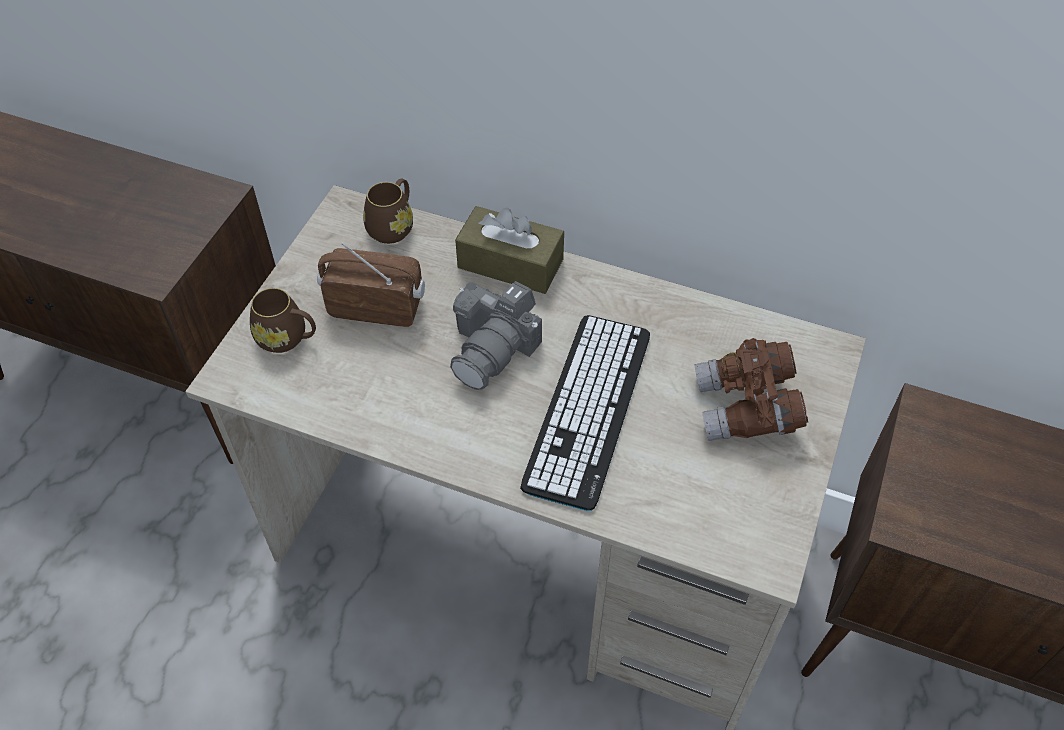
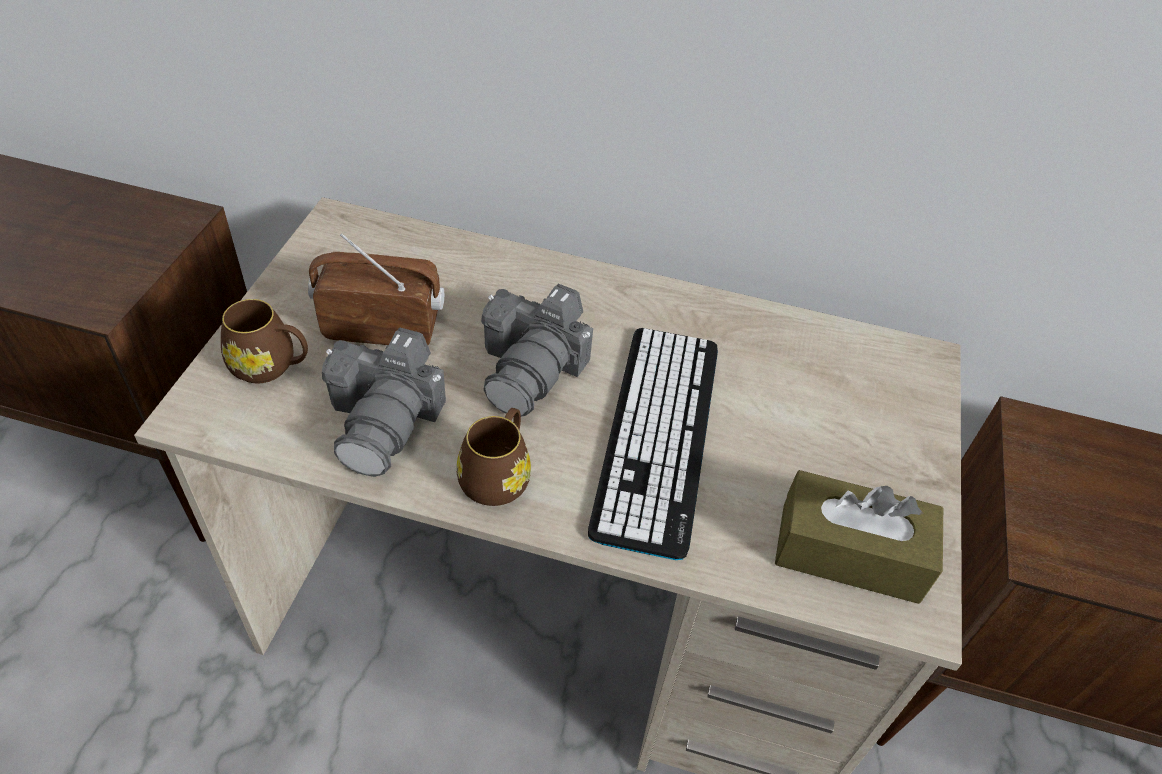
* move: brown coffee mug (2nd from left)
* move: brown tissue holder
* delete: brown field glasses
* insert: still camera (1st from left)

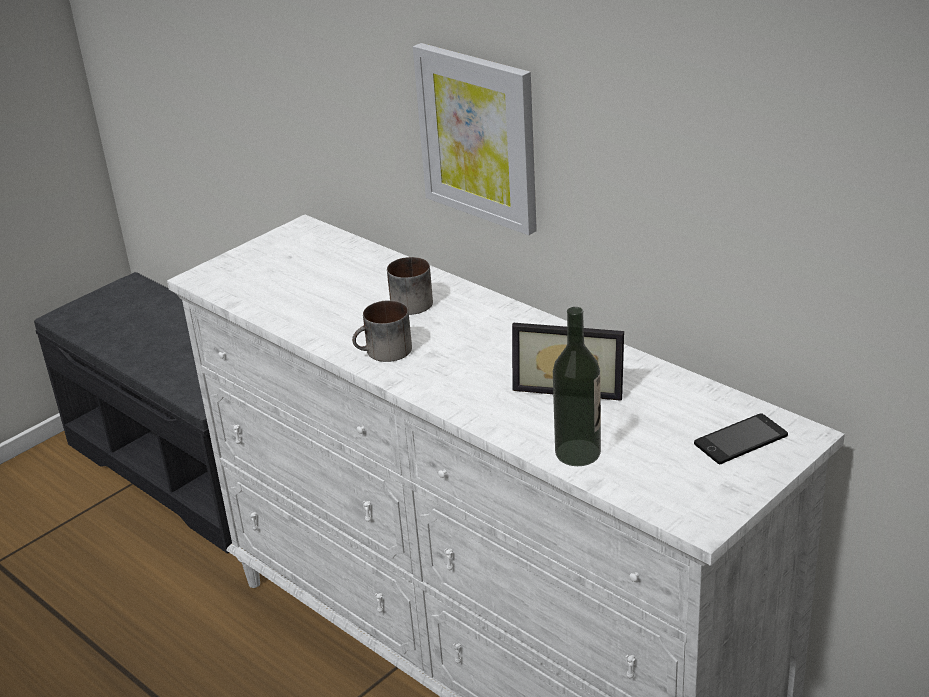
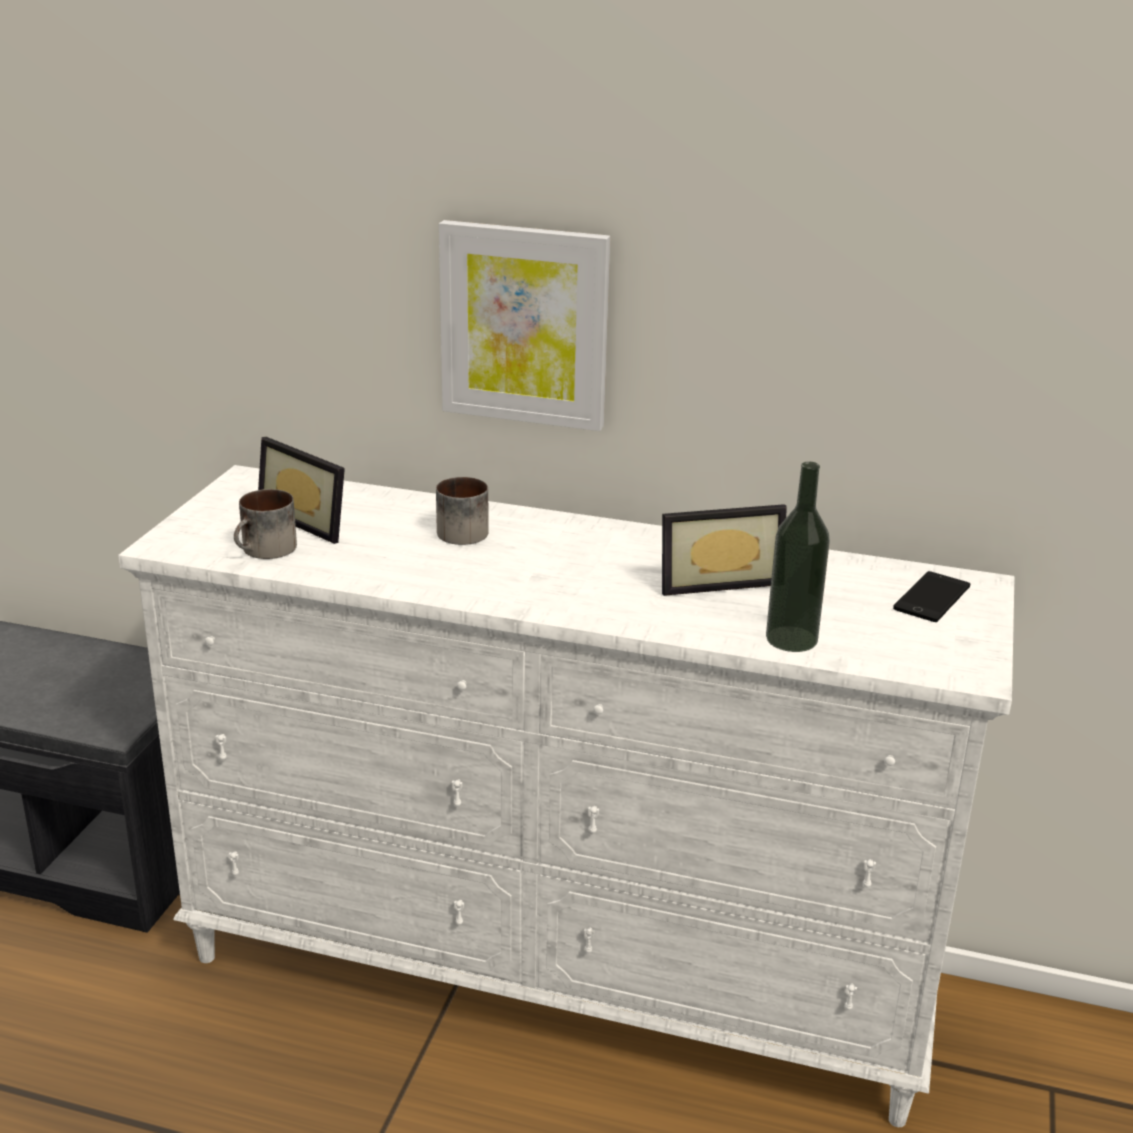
* move: coffee mug (1st from left)
* insert: standing frame (1st from left)

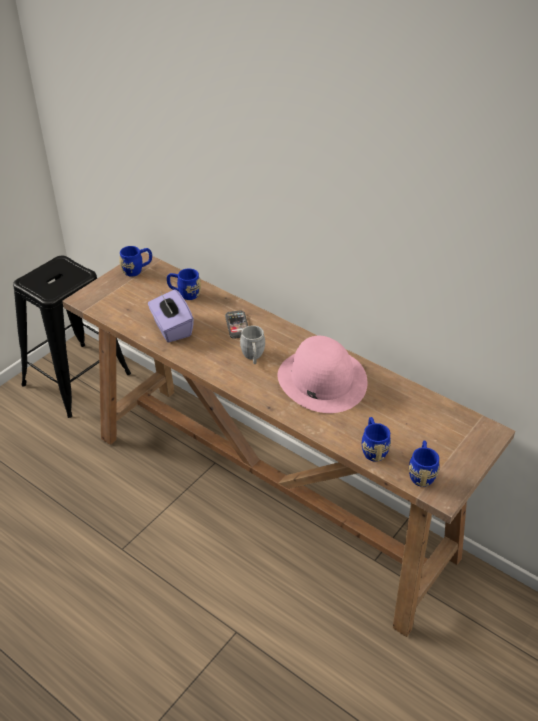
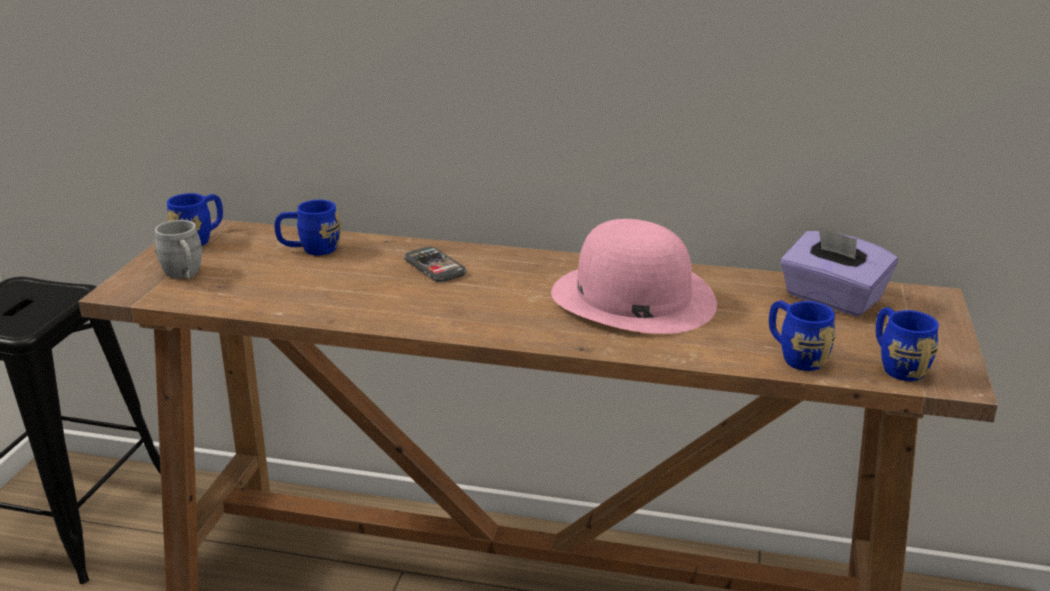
* move: purple tissue holder
* move: greyish coffee mug

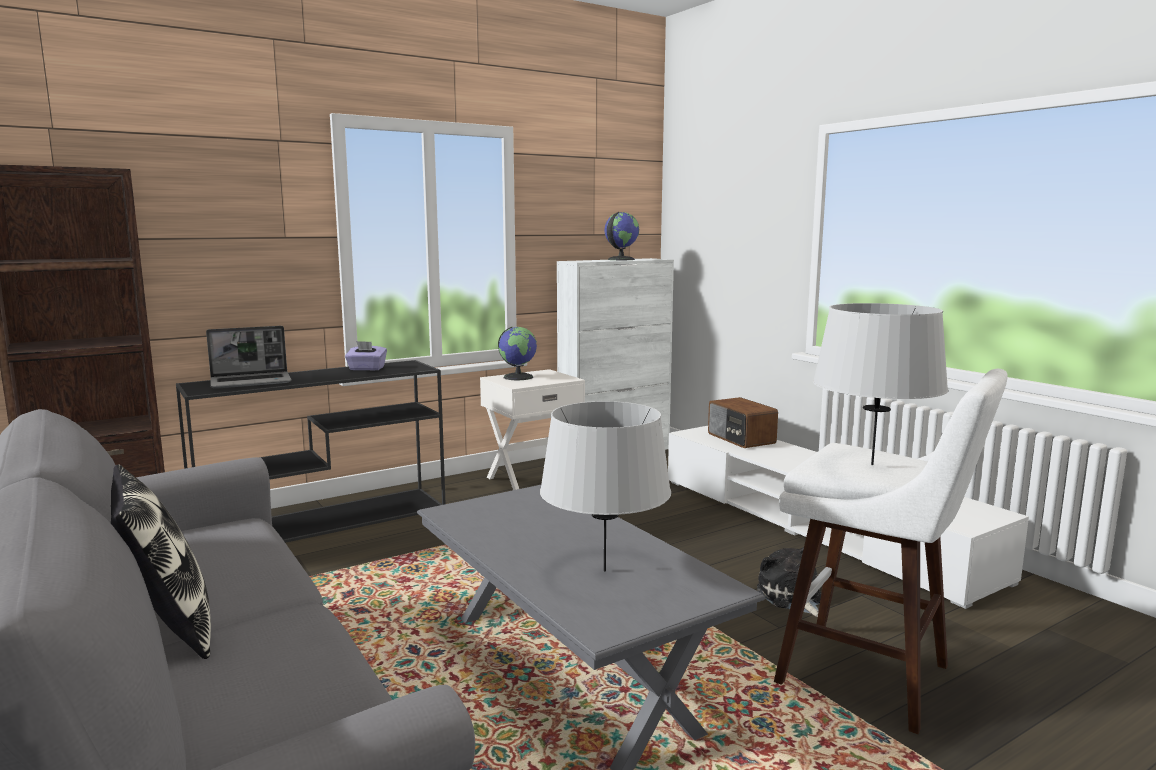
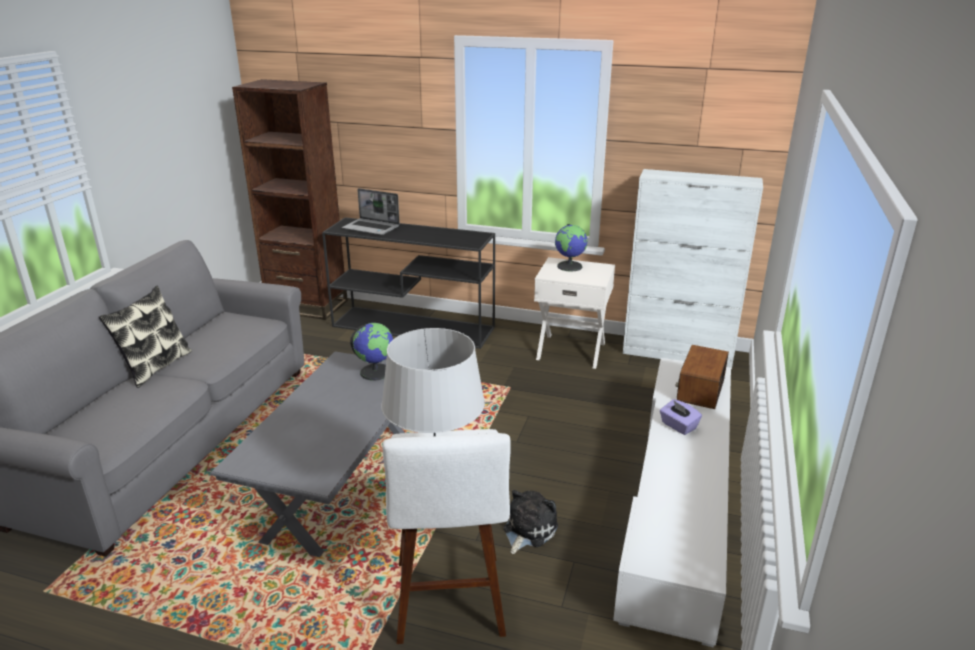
* move: purple tissue holder
* delete: greyish lamp for a table (1st from left)
* move: globe (2nd from left in the first image) to globe (1st from left)

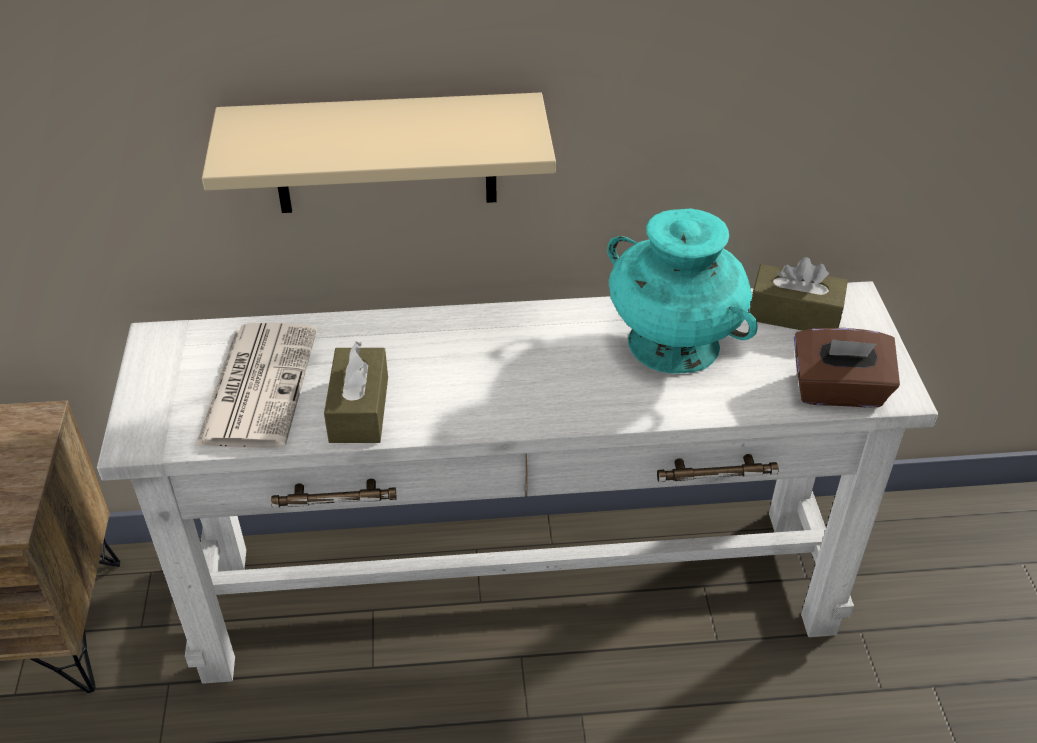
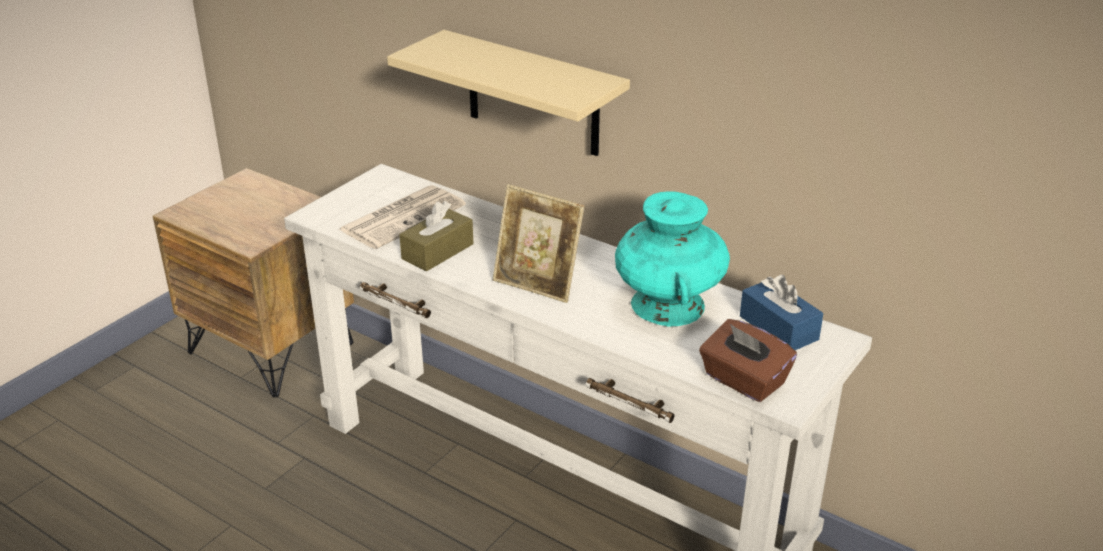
* recolor: brown tissue holder (2nd from left) to blue-coloured tissue holder
* insert: standing frame

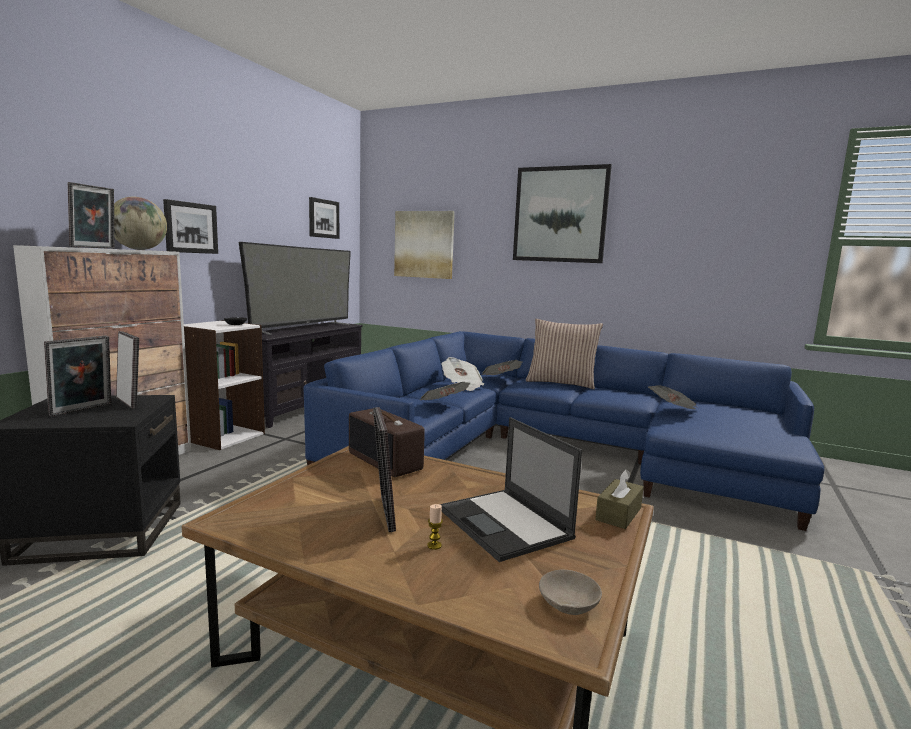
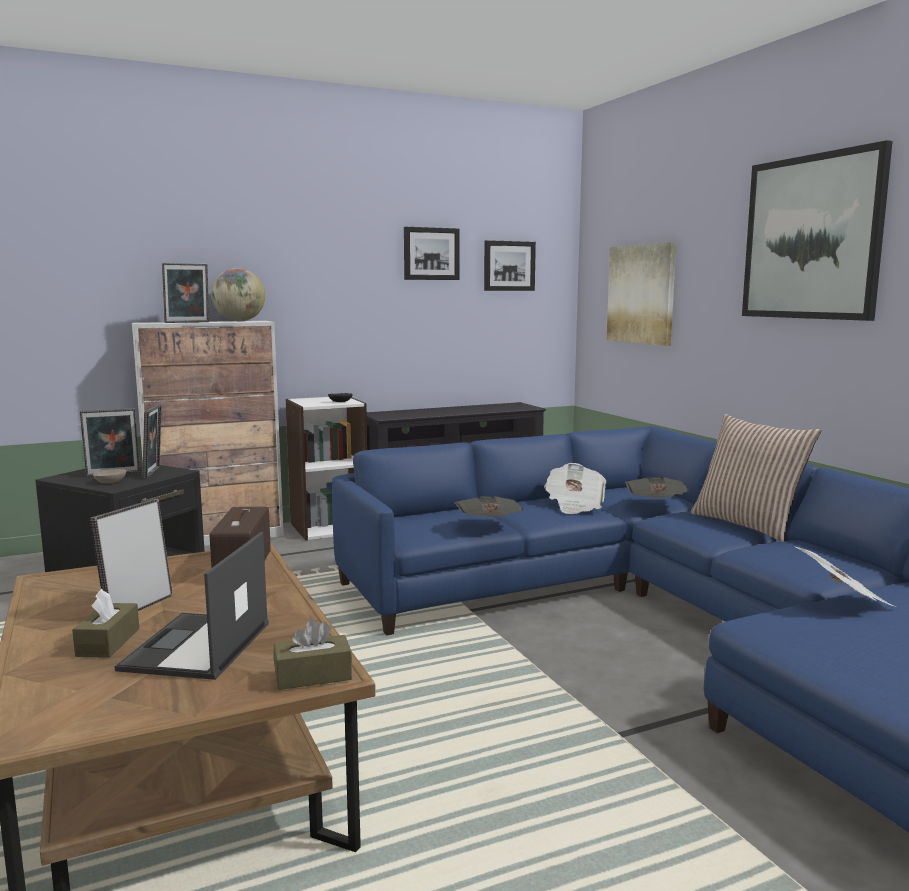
* move: wall picture (1st from left)
* delete: TV
* replace: wax light to brown tissue holder (1st from left)
* move: sand-coloured serving bowl

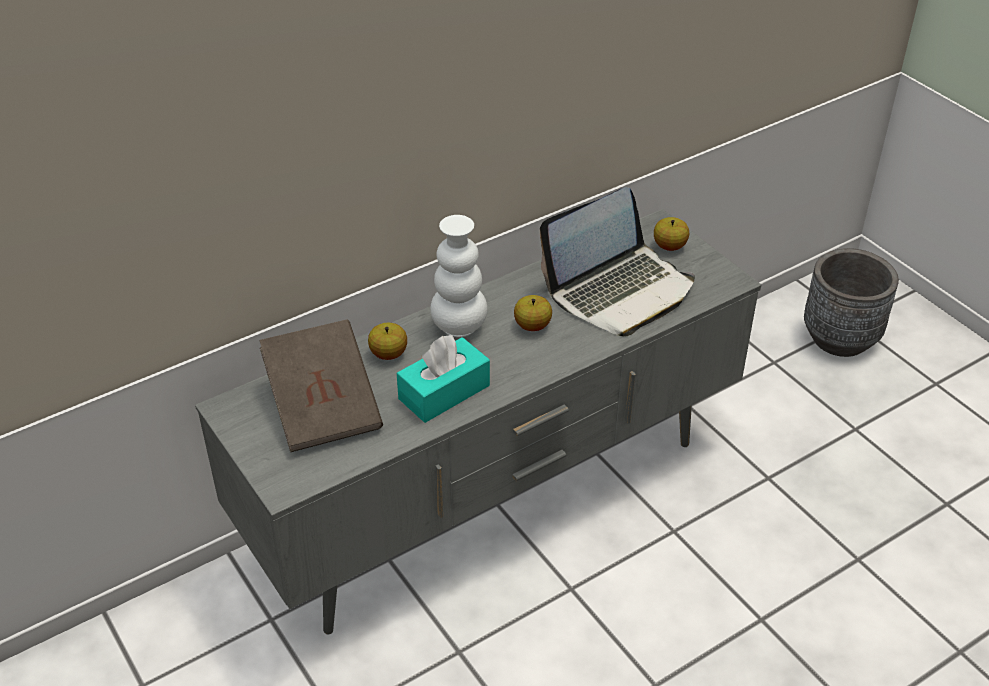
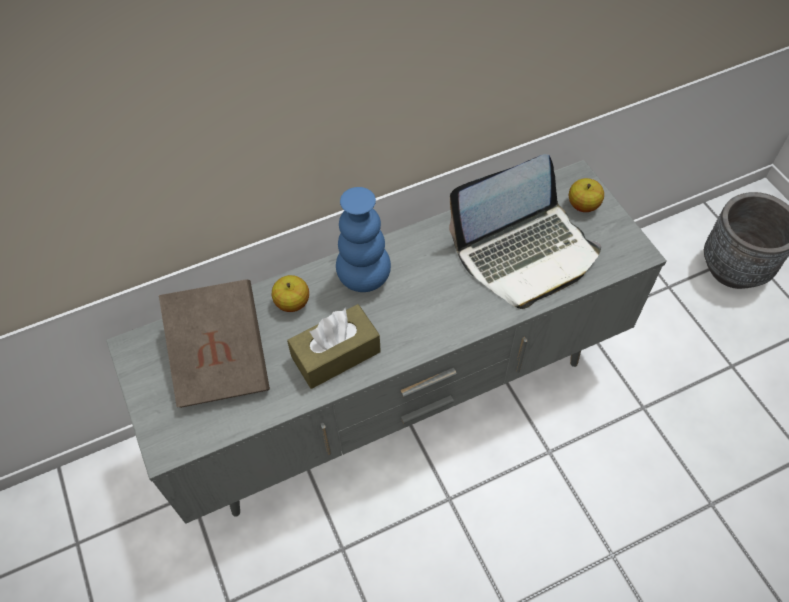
* recolor: turquoise tissue holder to brown tissue holder
* recolor: white-coloured decorative vase to blue-coloured decorative vase
* delete: whole apple (2nd from left)

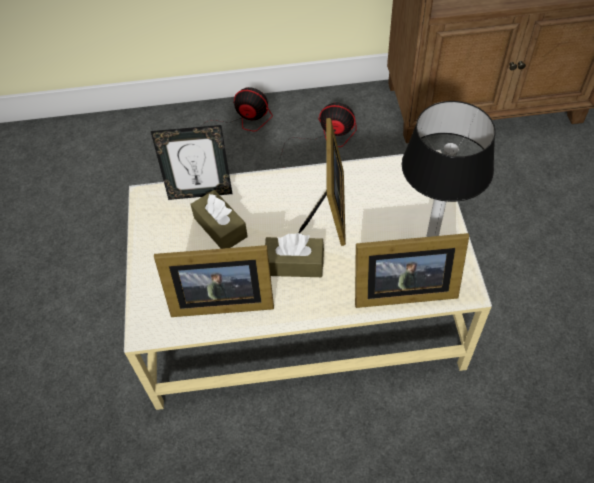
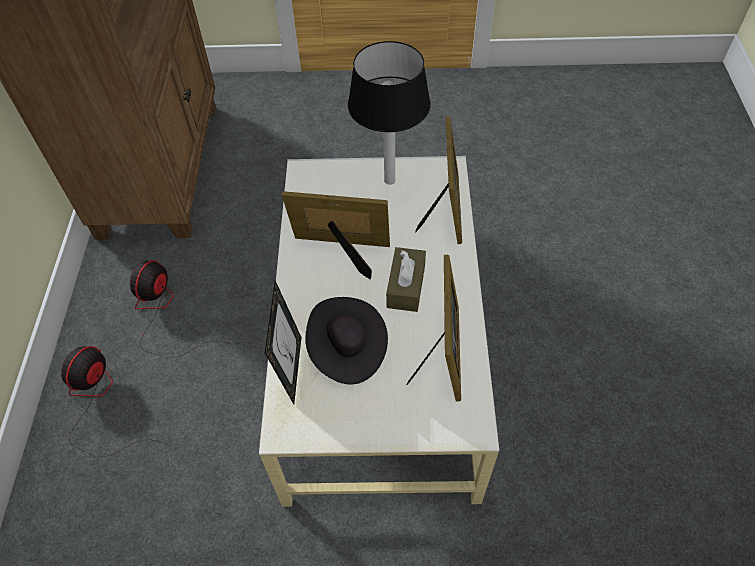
* replace: brown tissue holder (1st from left) to black clothing hat

